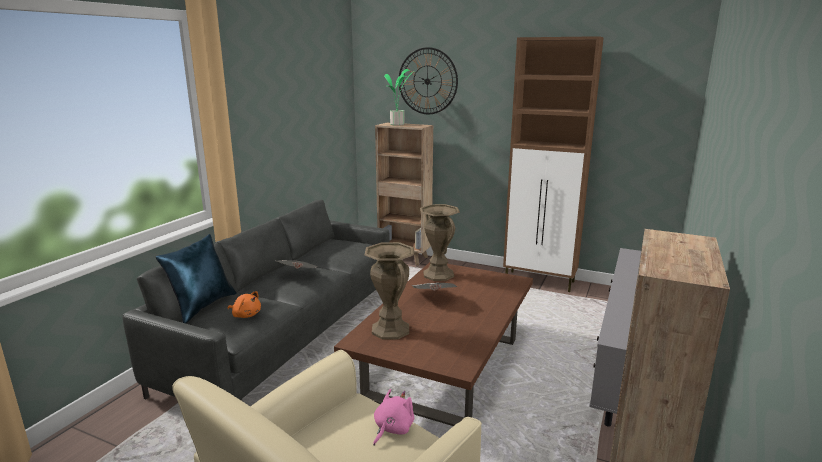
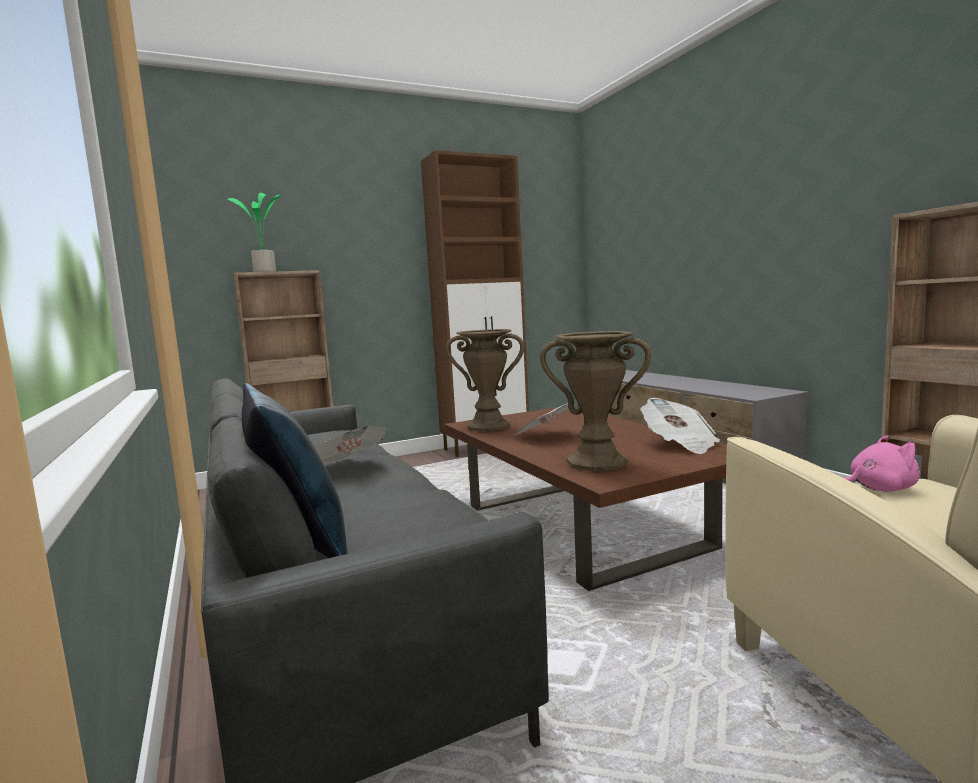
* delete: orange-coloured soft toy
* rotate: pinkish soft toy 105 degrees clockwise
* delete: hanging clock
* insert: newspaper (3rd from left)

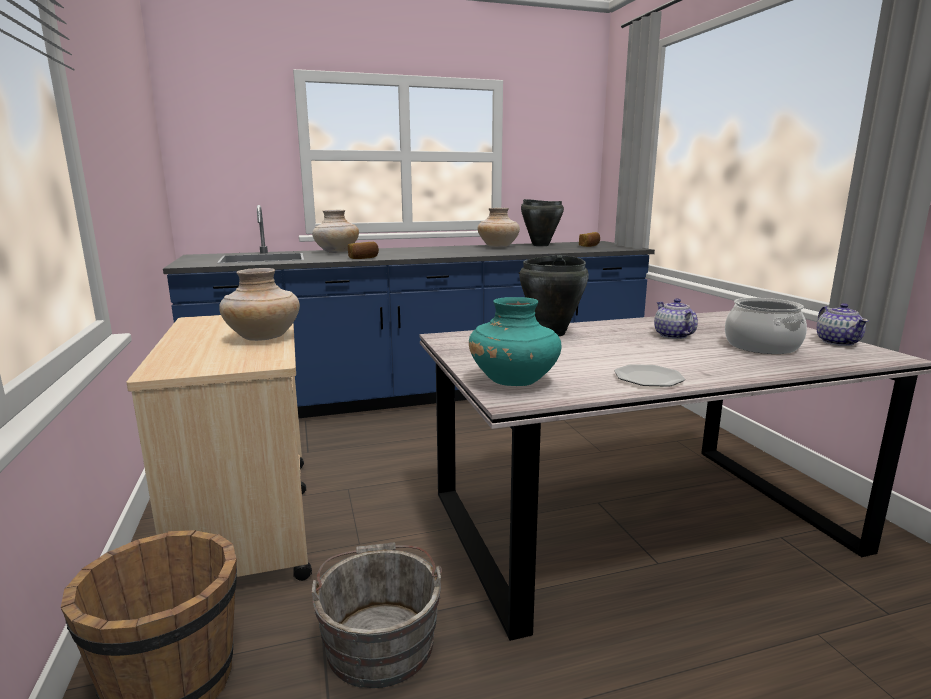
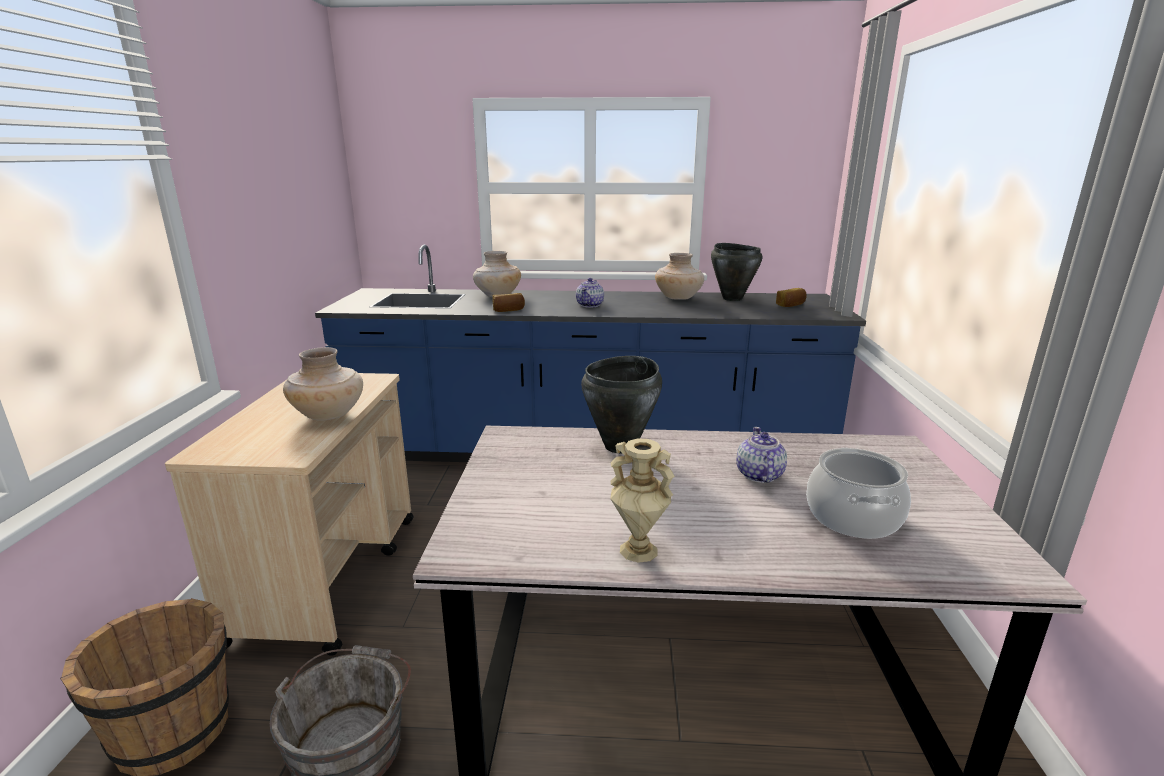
* delete: turquoise decorative vase
* replace: plate to sand-coloured decorative vase (3rd from left)
* move: pot for tea (2nd from left in the first image) to pot for tea (1st from left)

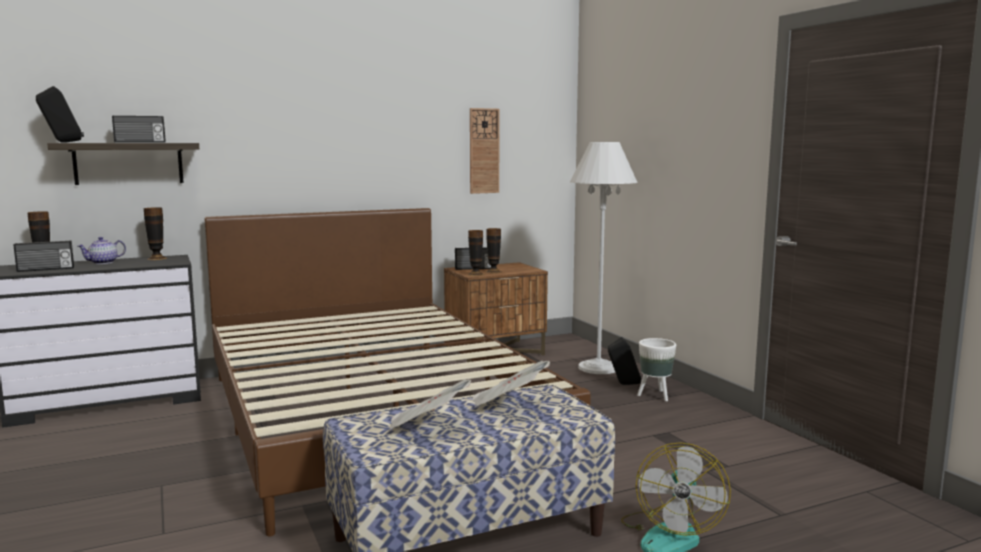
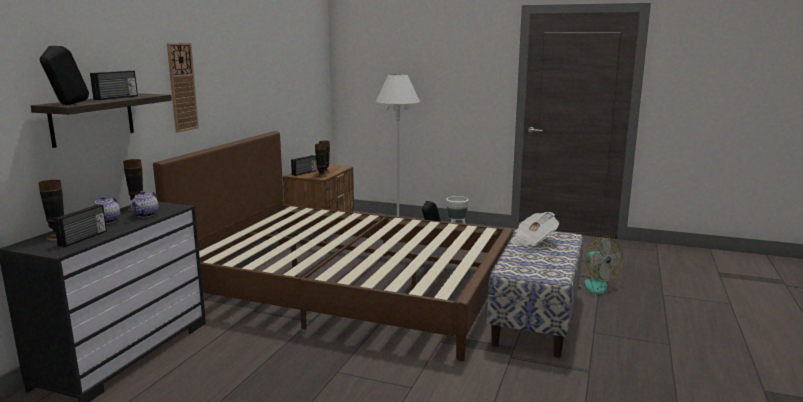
* delete: newspaper (1st from left)
* move: hanging clock
* insert: pot for tea (2nd from left)

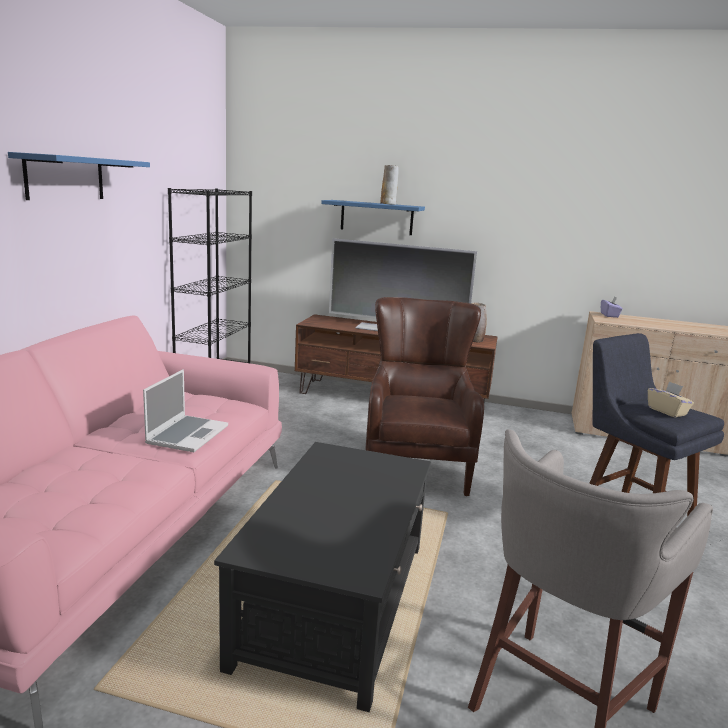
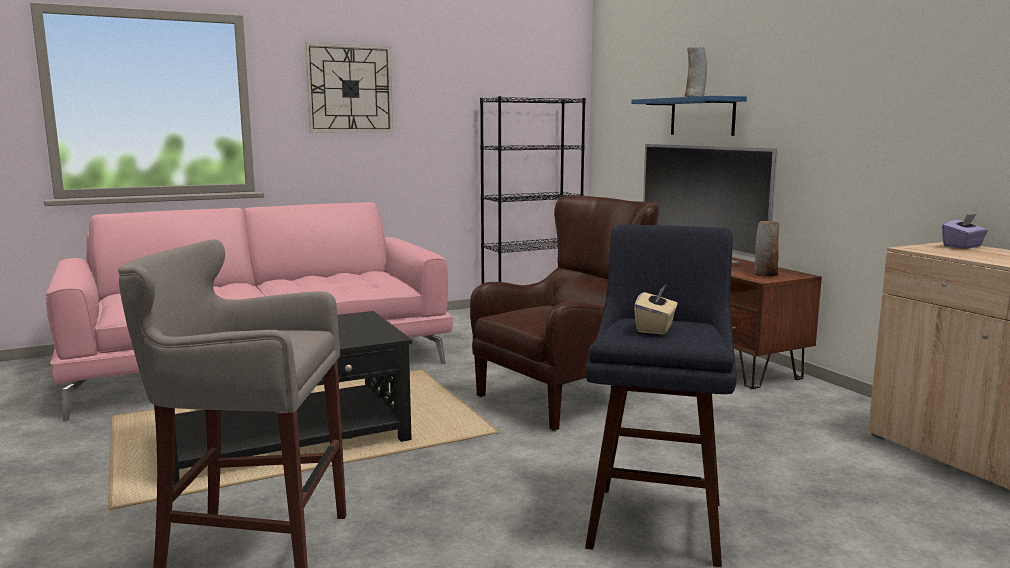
* replace: blue-coloured wall shelf (1st from left) to hanging clock
* delete: notebook computer

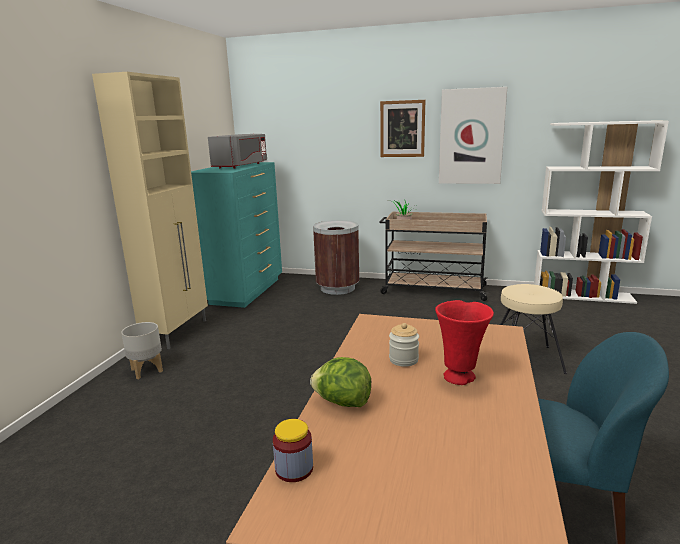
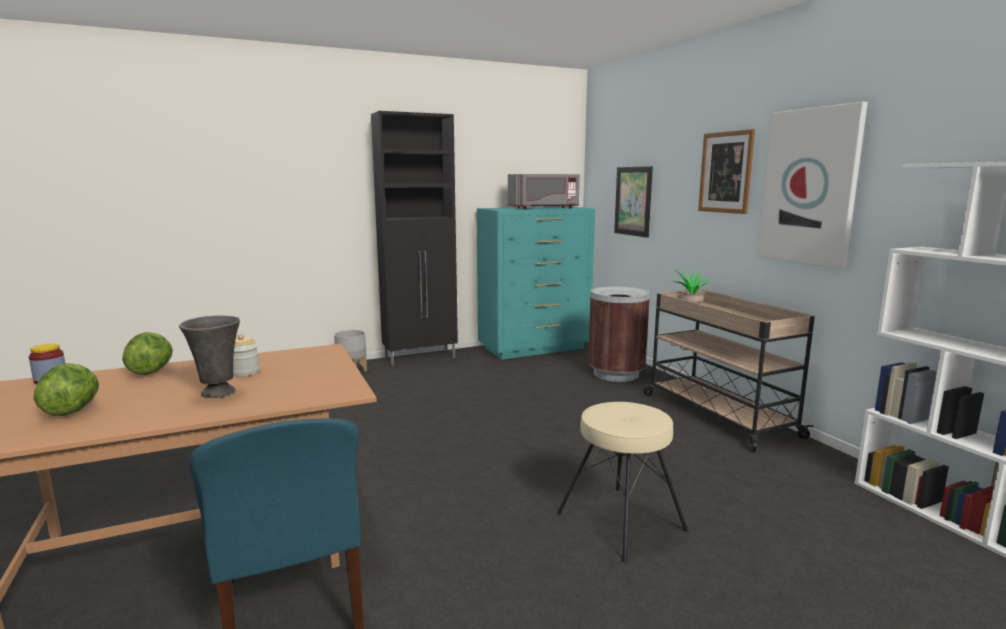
* recolor: sand-coloured cabinet to black cabinet
* recolor: red-coloured decorative vase to greyish decorative vase
* insert: head of lettuce (1st from left)
* insert: wall picture (1st from left)

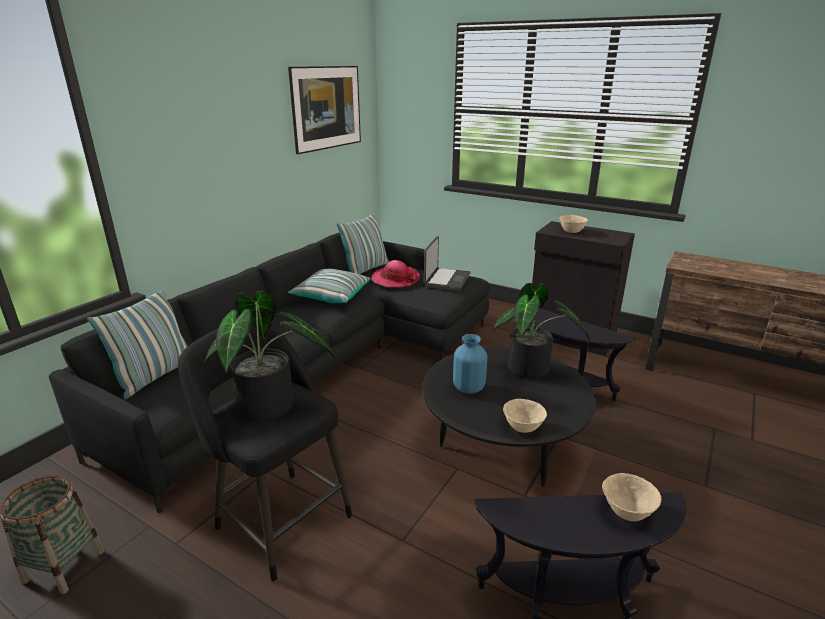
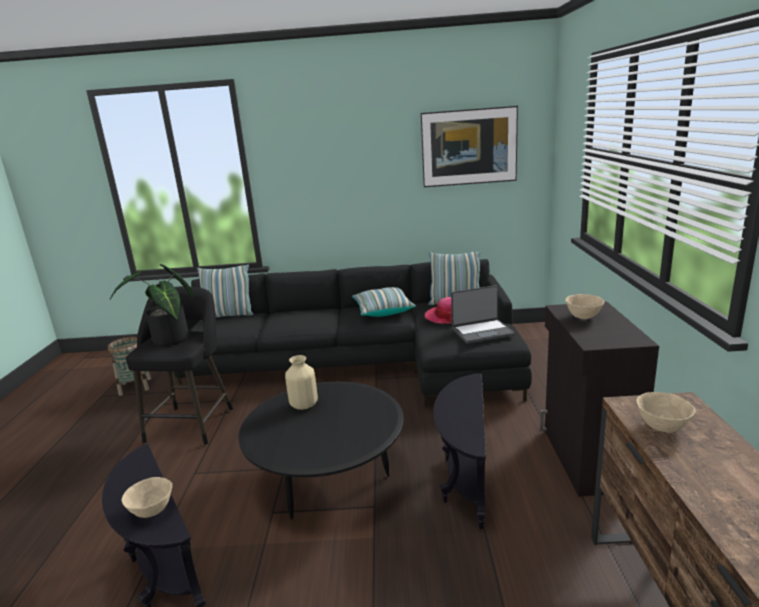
* recolor: blue-coloured decorative vase to sand-coloured decorative vase
* delete: potted plant (2nd from left)
* move: sand-coloured serving bowl (1st from left in the first image) to sand-coloured serving bowl (3rd from left)

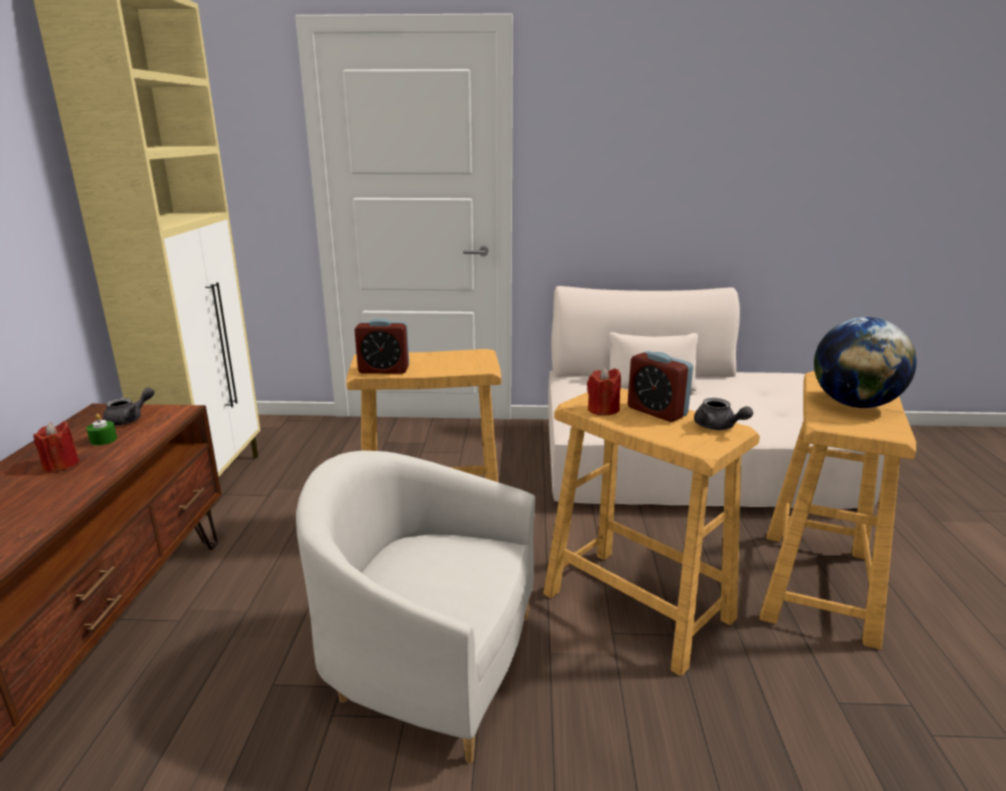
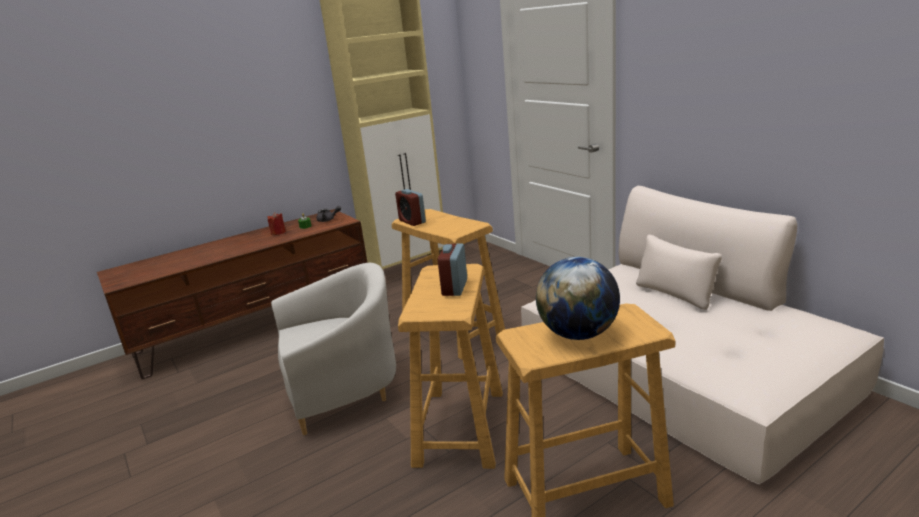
* rotate: white-coloured easy chair 90 degrees clockwise
* delete: red-coloured wax light (2nd from left)
* delete: greyish pot for tea (2nd from left)

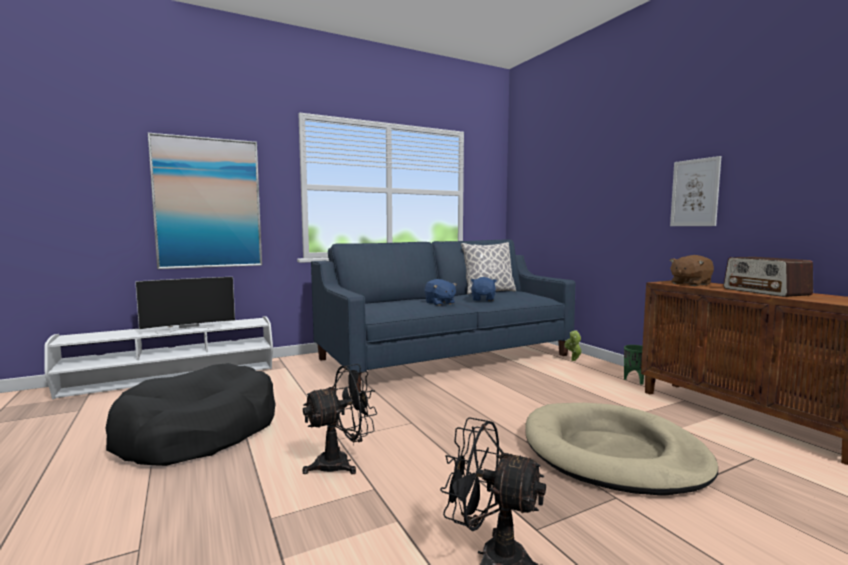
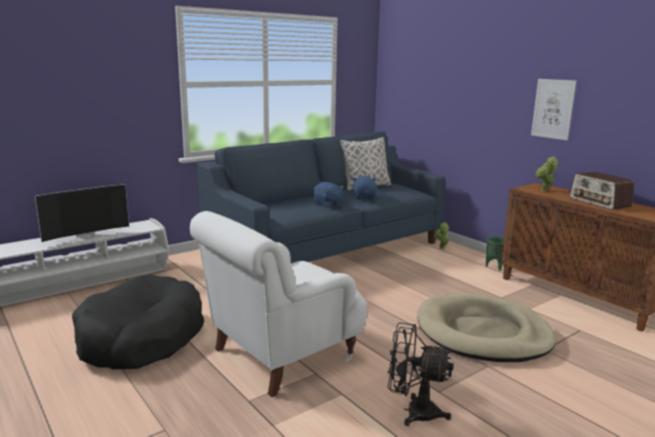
* delete: wall picture (1st from left)
* replace: black cooling fan (1st from left) to white-coloured easy chair
* replace: brown soft toy to potted plant (2nd from left)

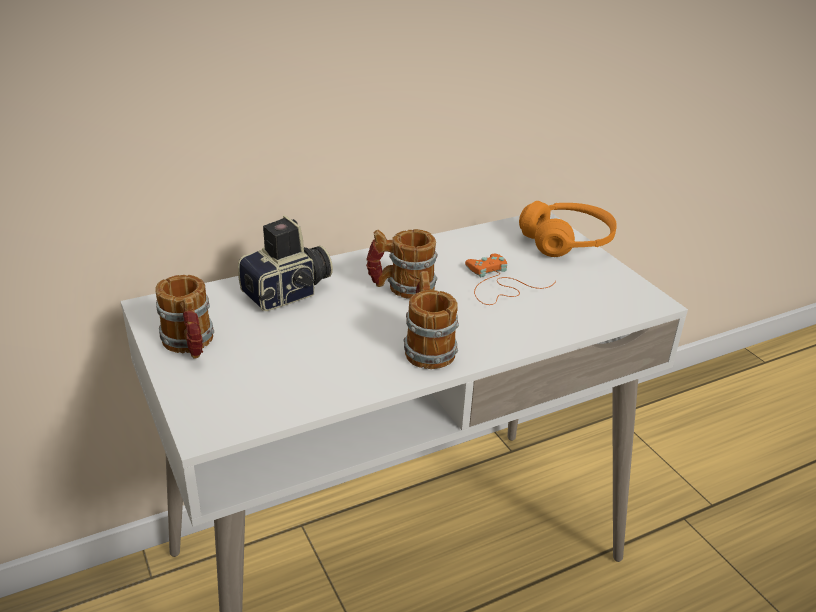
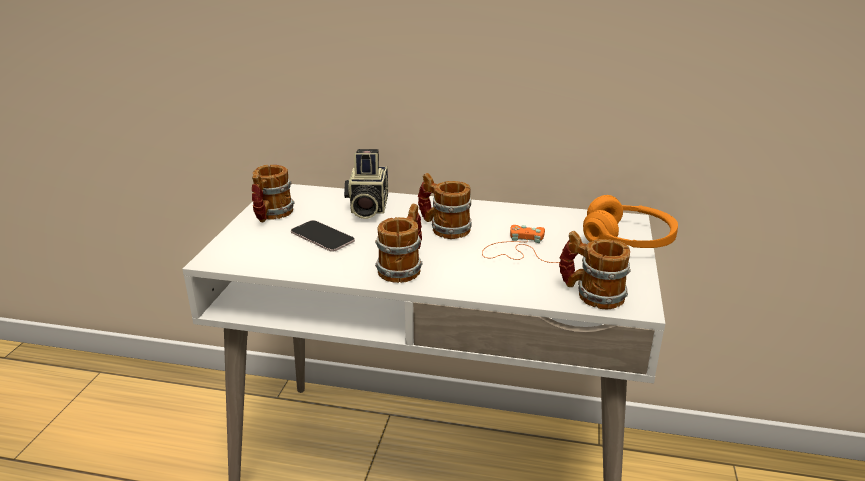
* rotate: still camera 90 degrees clockwise
* insert: telephone
* insert: coffee mug (4th from left)

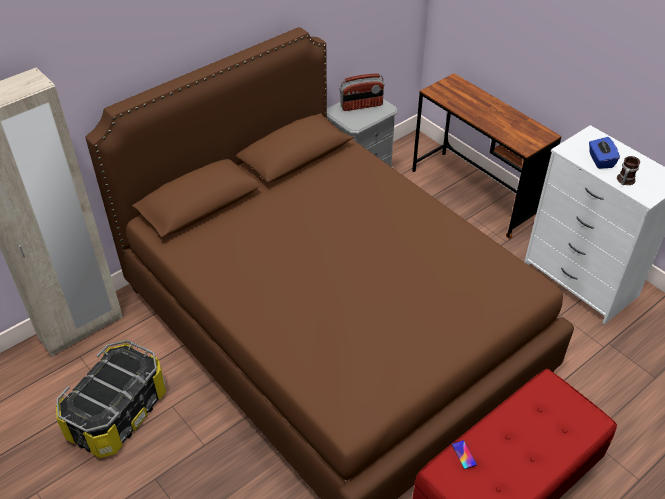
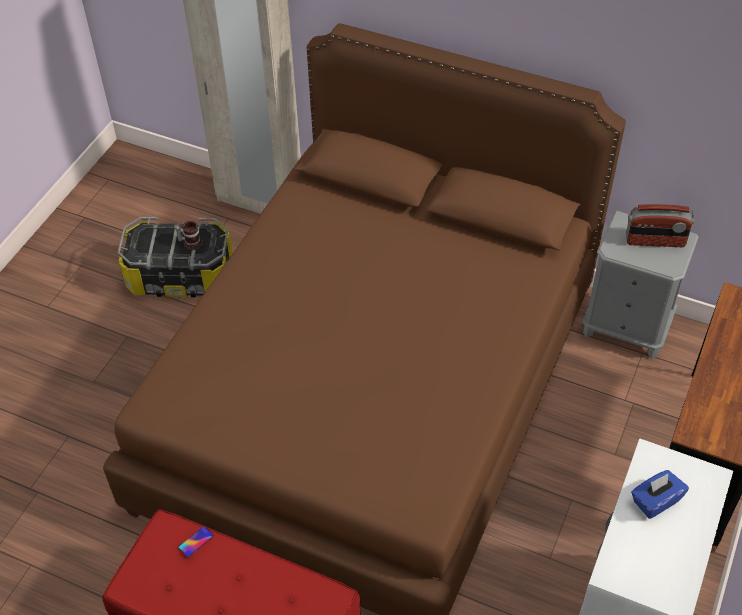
* rotate: radio 45 degrees counterclockwise
* move: coffee mug

